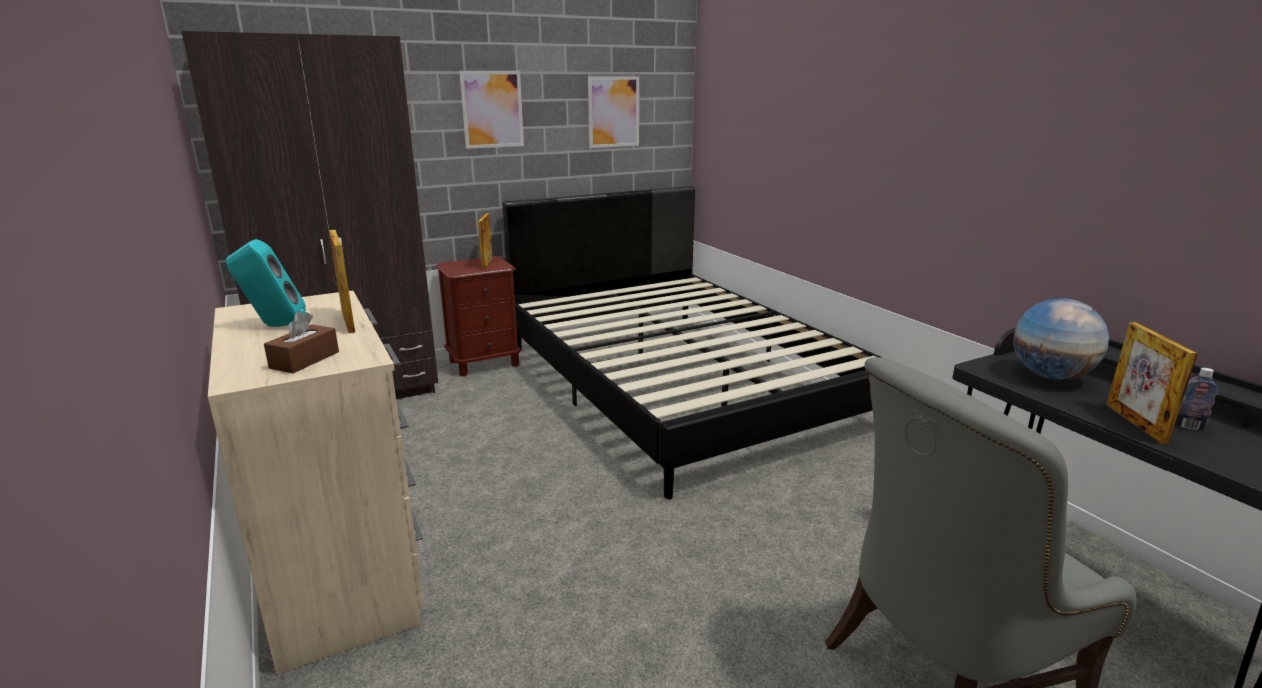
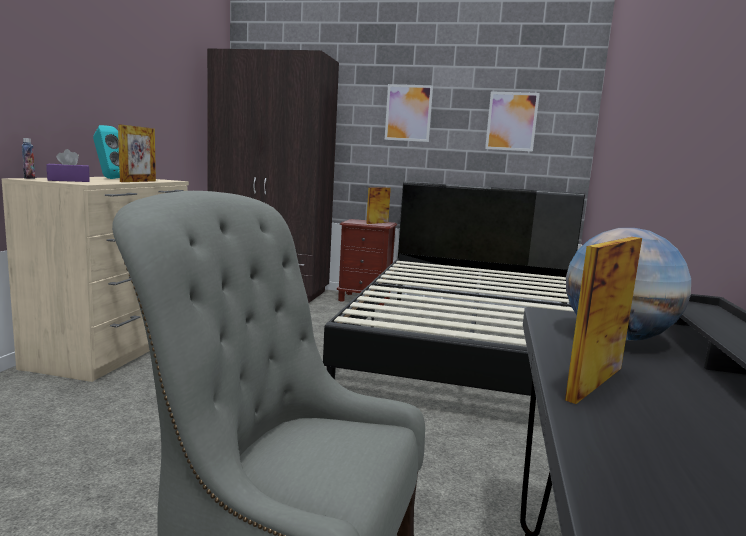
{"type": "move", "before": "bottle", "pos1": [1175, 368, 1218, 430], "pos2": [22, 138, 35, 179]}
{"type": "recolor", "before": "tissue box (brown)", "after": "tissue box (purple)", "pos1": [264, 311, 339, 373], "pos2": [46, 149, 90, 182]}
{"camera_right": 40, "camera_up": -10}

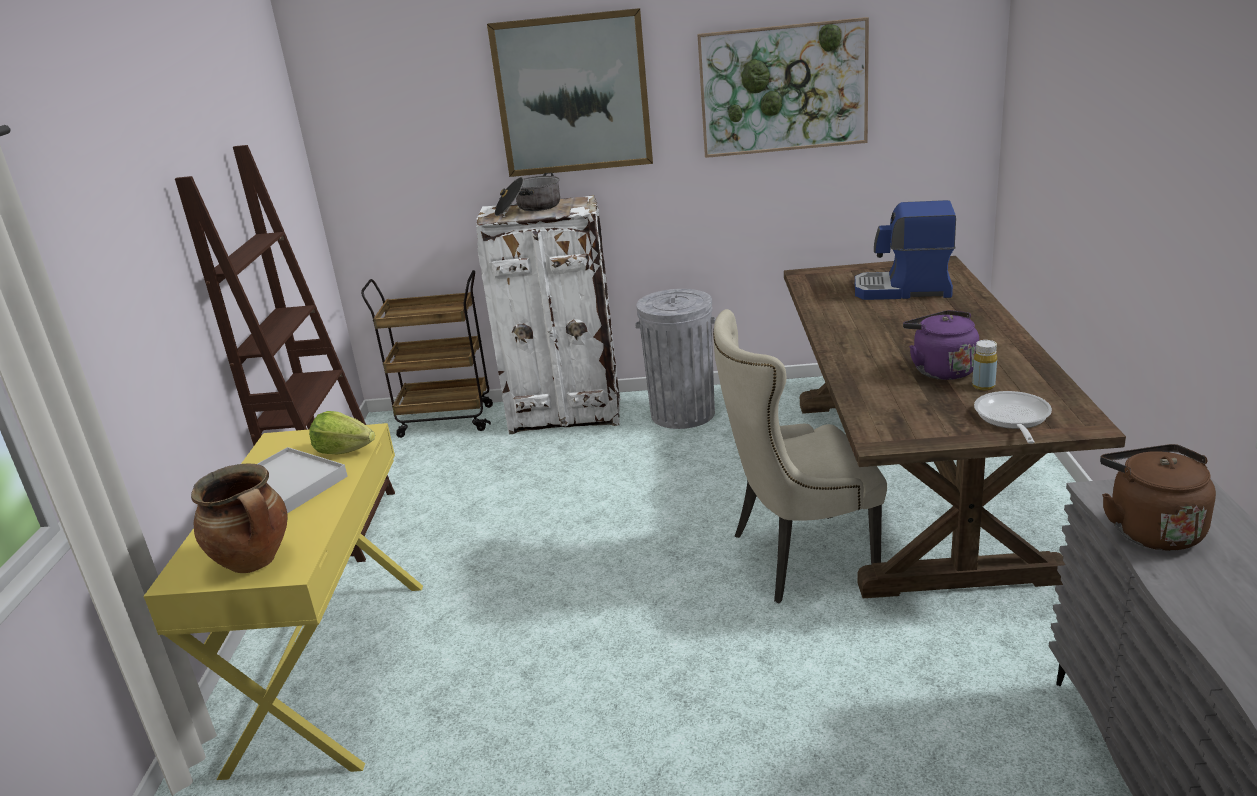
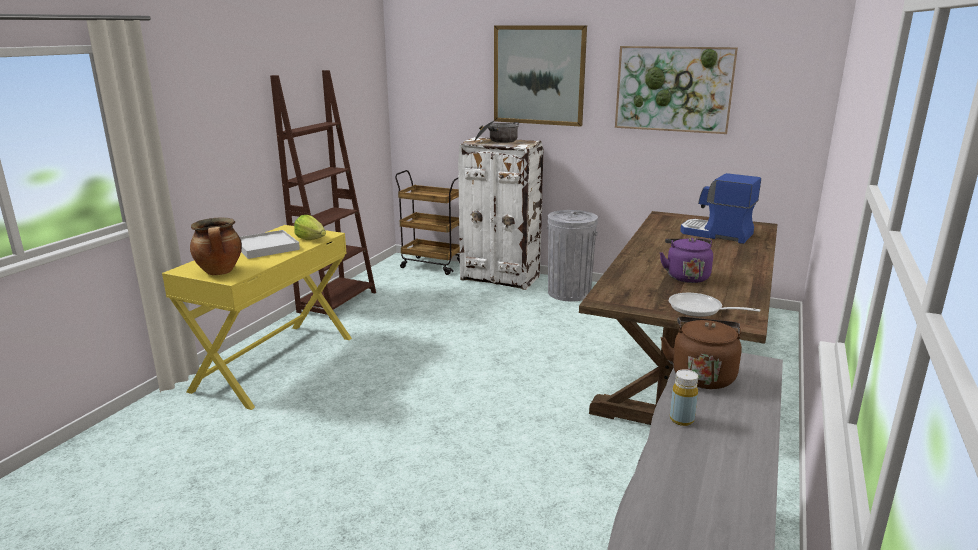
{"type": "rotate", "before": "frying pan", "pos1": [974, 391, 1052, 444], "pos2": [669, 293, 760, 317], "turn": -90}
{"type": "move", "before": "bottle (yellow)", "pos1": [972, 340, 997, 390], "pos2": [670, 369, 698, 426]}
{"type": "delete", "before": "chair (beige)", "pos1": [713, 309, 887, 603]}
{"camera_right": 20, "camera_up": -5}

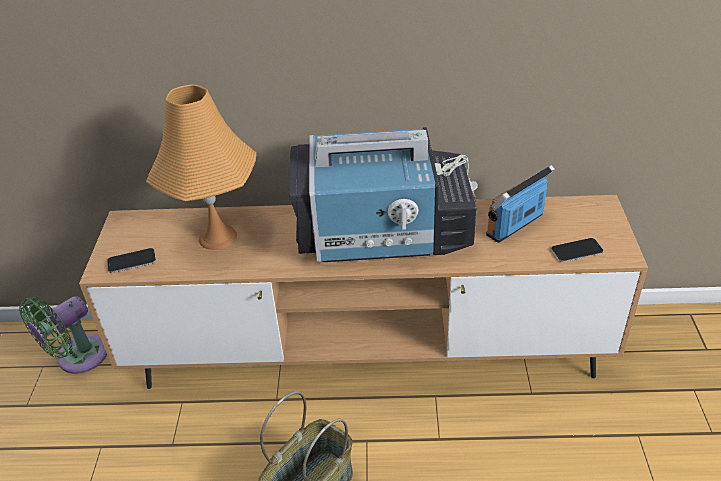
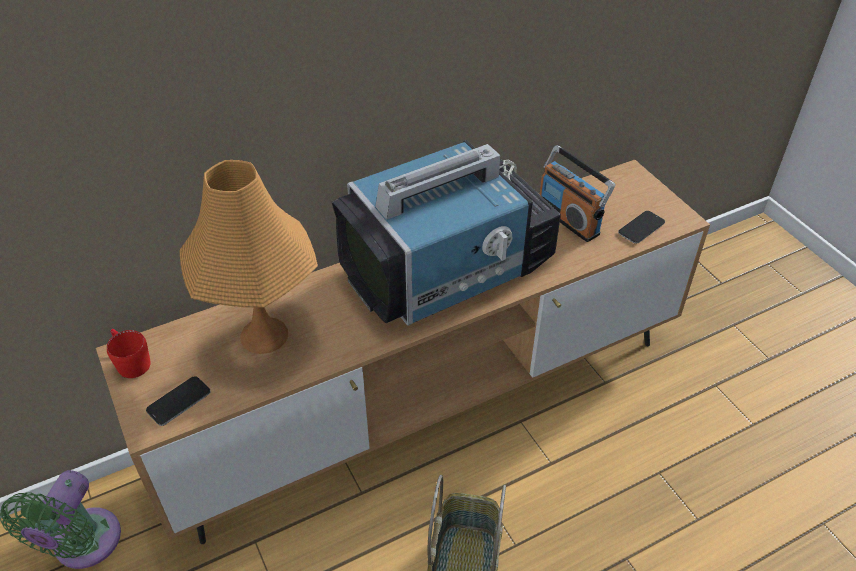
{"type": "insert", "after": "mug (red)", "pos2": [107, 329, 151, 378]}
{"type": "rotate", "before": "radio", "pos1": [486, 165, 555, 243], "pos2": [540, 146, 615, 242], "turn": -60}
{"camera_right": -30, "camera_up": 5}

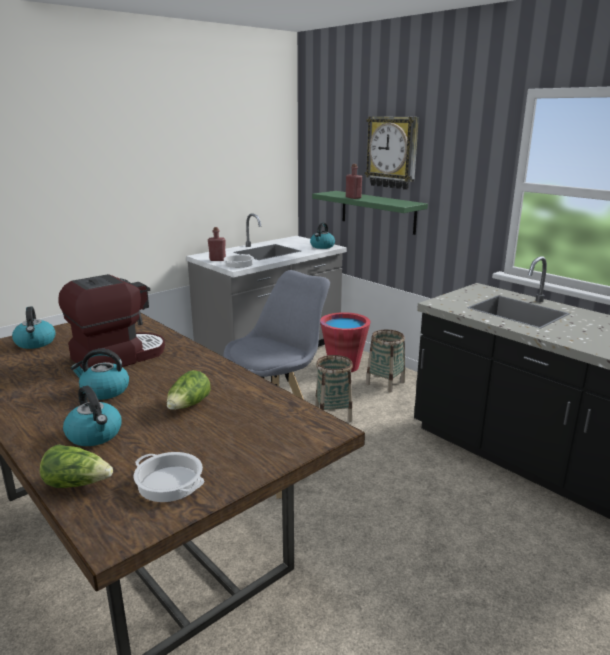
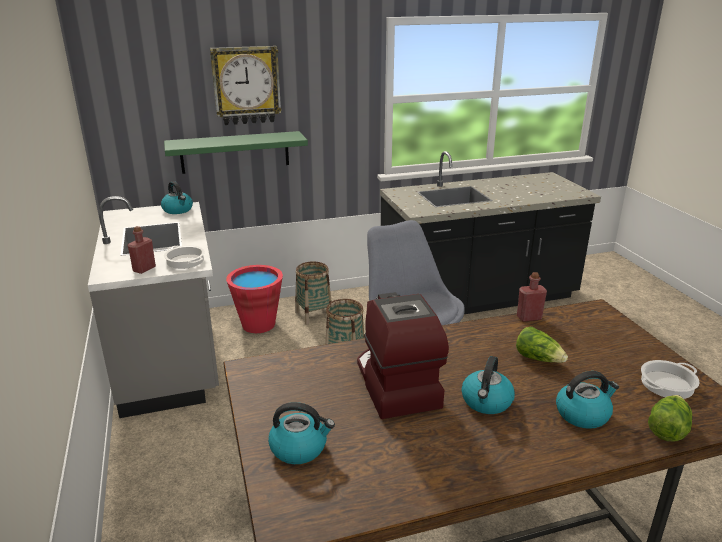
{"type": "move", "before": "bottle (red)", "pos1": [346, 164, 362, 199], "pos2": [517, 272, 547, 322]}
{"camera_right": -65, "camera_up": 5}

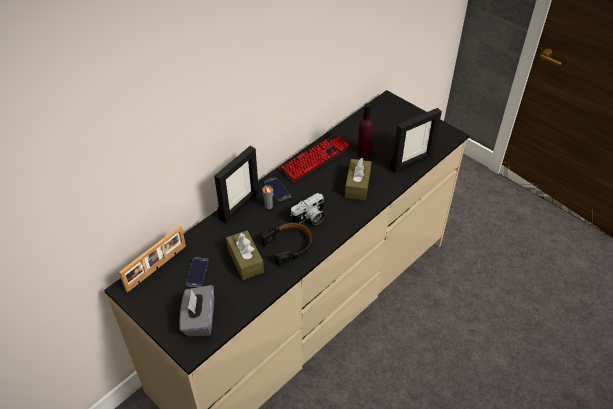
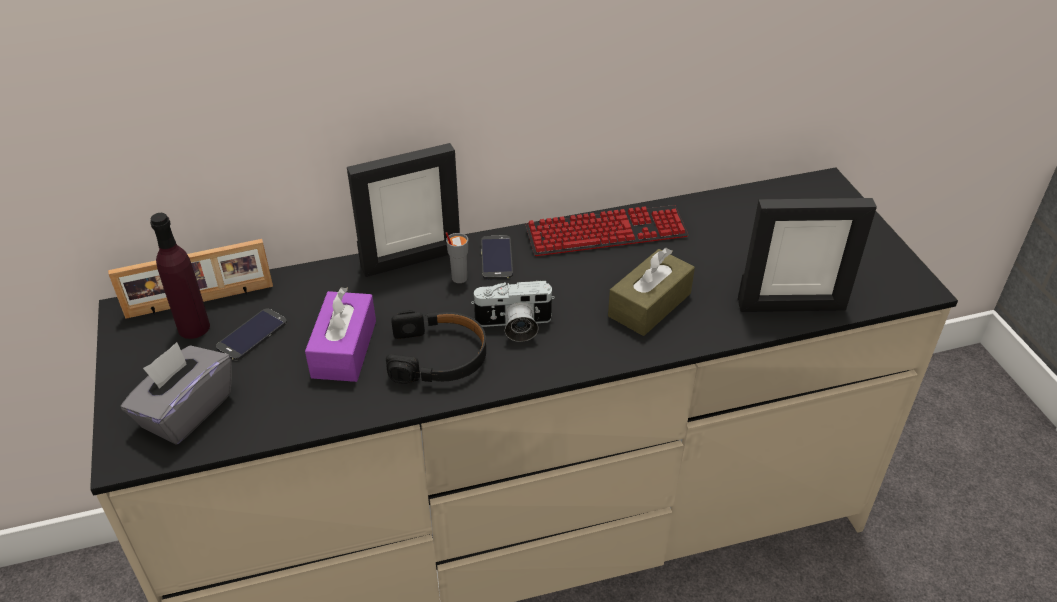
{"type": "move", "before": "bottle (purple)", "pos1": [357, 103, 373, 158], "pos2": [150, 213, 210, 339]}
{"type": "recolor", "before": "tissue box (brown)", "after": "tissue box (purple)", "pos1": [226, 231, 264, 280], "pos2": [305, 287, 376, 382]}
{"camera_right": 30, "camera_up": -5}

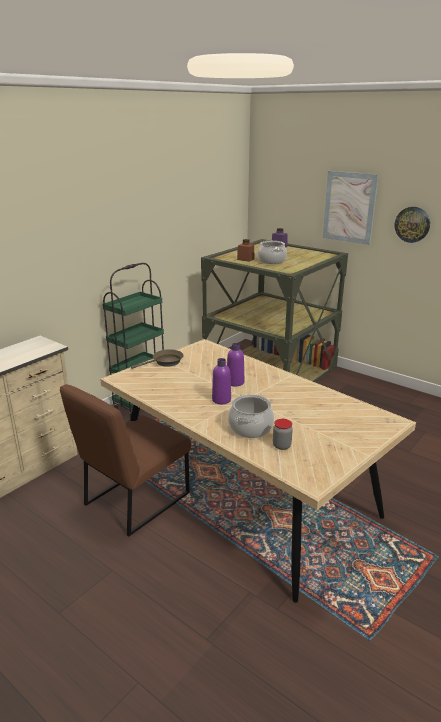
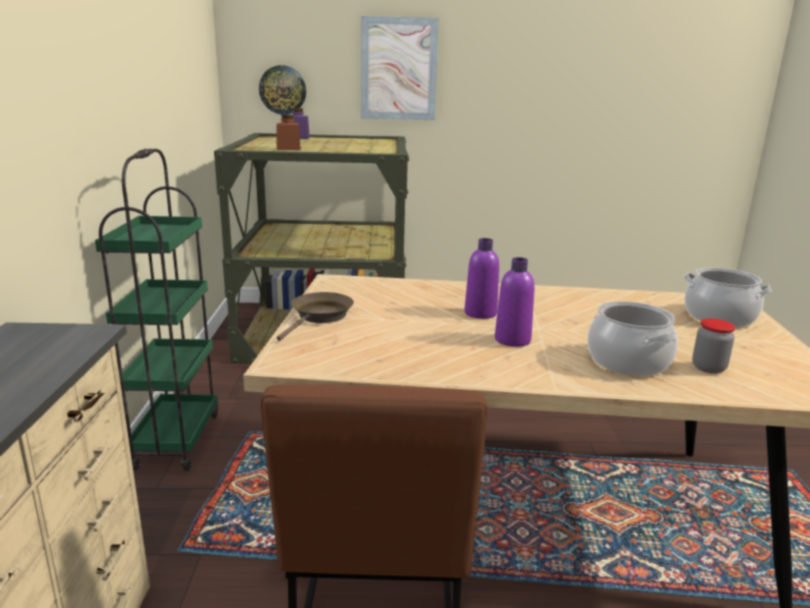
{"type": "move", "before": "wall clock", "pos1": [394, 207, 430, 243], "pos2": [259, 65, 306, 115]}
{"type": "move", "before": "cooking pot", "pos1": [257, 241, 287, 264], "pos2": [684, 267, 772, 327]}
{"camera_right": -40, "camera_up": -5}

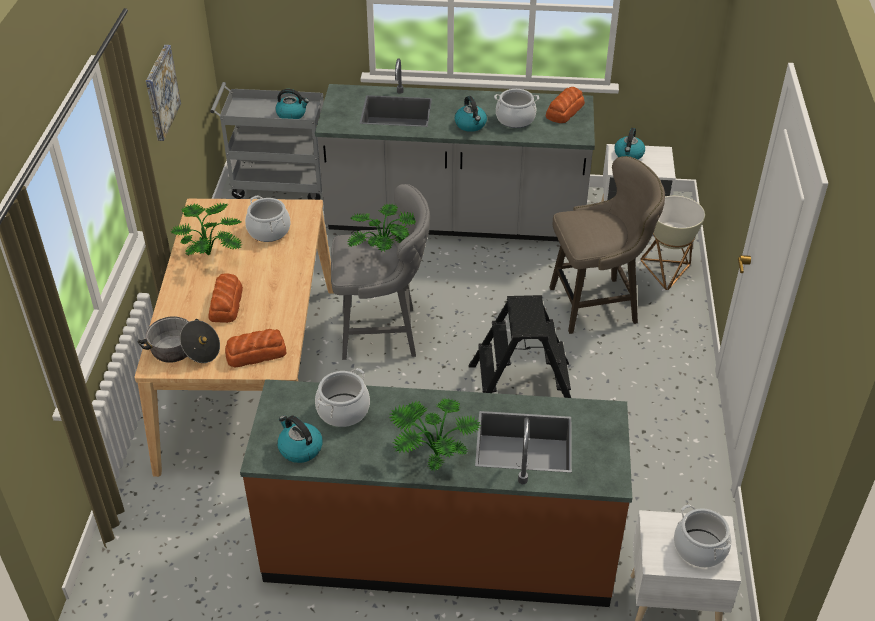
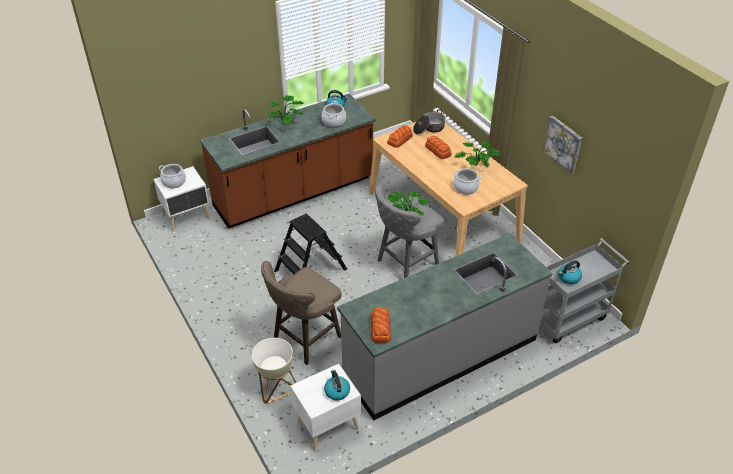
{"type": "delete", "before": "kettle", "pos1": [455, 96, 487, 132]}
{"type": "delete", "before": "cooking pot", "pos1": [494, 89, 539, 128]}
{"camera_right": 145, "camera_up": 0}

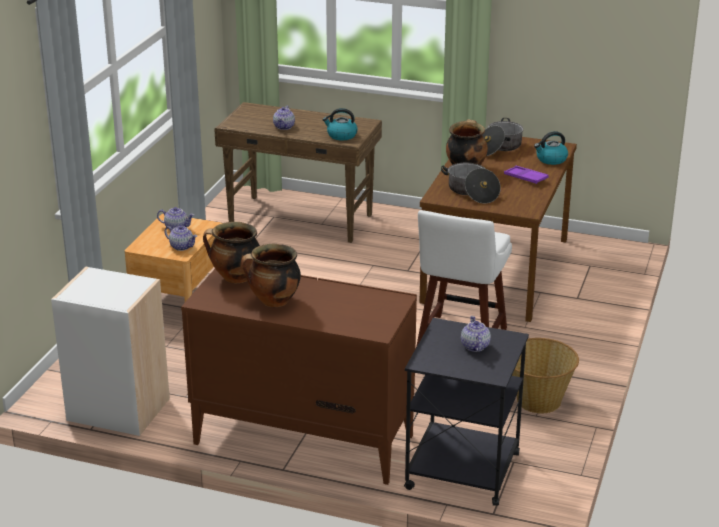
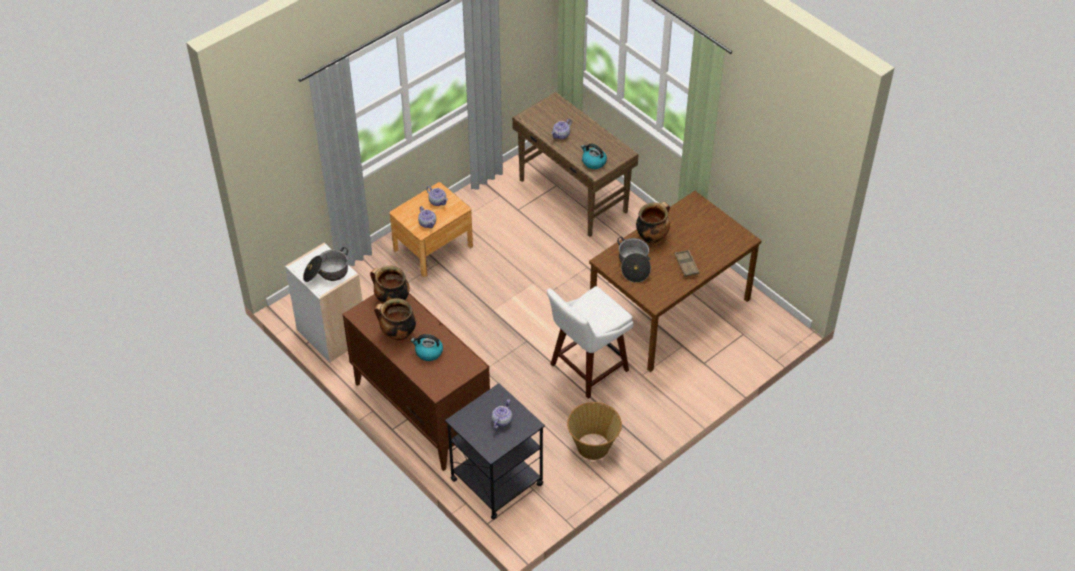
{"type": "move", "before": "cooking pot", "pos1": [482, 118, 524, 156], "pos2": [303, 247, 348, 282]}
{"type": "move", "before": "kettle", "pos1": [534, 131, 568, 165], "pos2": [411, 334, 443, 361]}
{"type": "recolor", "before": "tray (purple)", "after": "tray (brown)", "pos1": [504, 166, 548, 184], "pos2": [675, 250, 699, 277]}
{"camera_right": 30, "camera_up": 20}

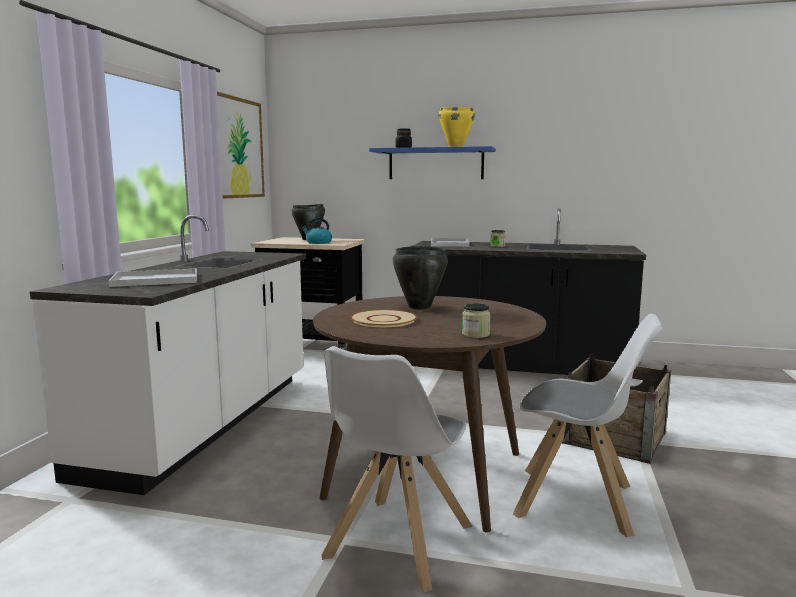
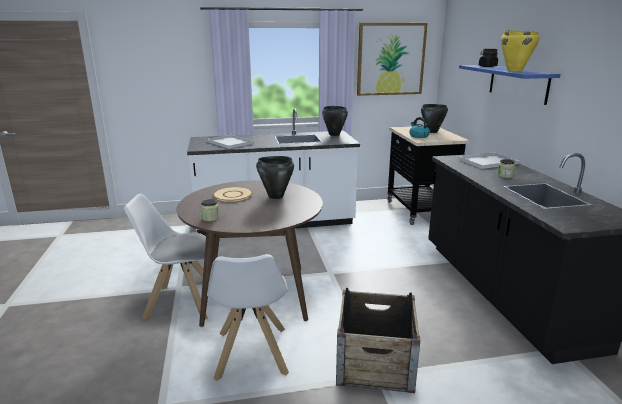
{"type": "insert", "after": "cooking pot (black)", "pos2": [322, 106, 348, 136]}
{"camera_right": 65, "camera_up": 10}

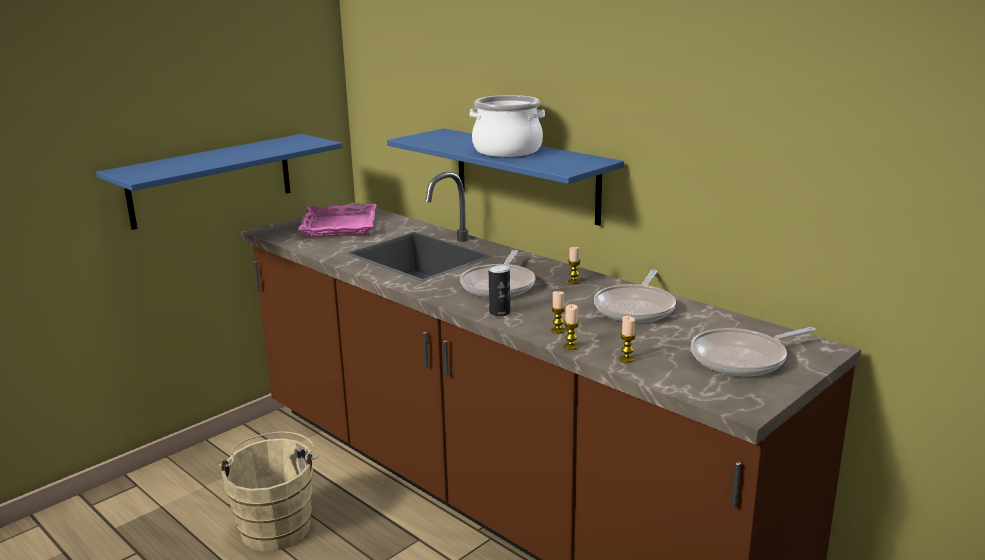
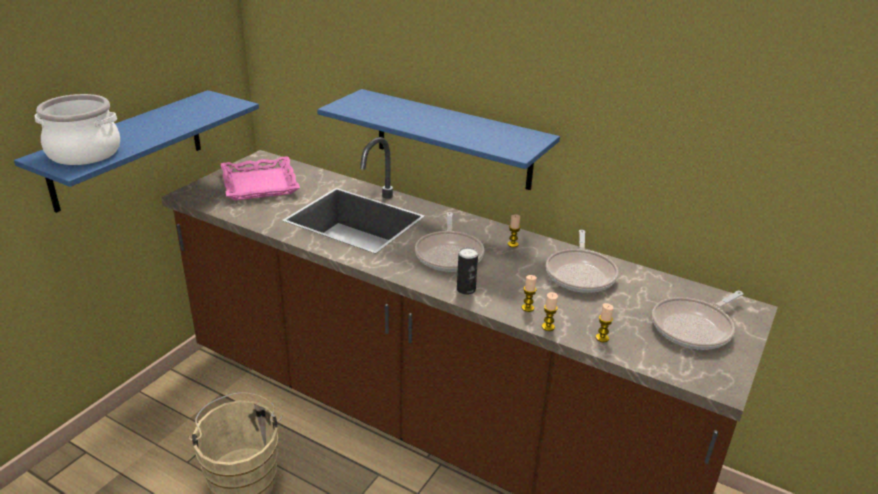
{"type": "move", "before": "cooking pot", "pos1": [470, 95, 545, 157], "pos2": [35, 94, 120, 165]}
{"camera_right": -15, "camera_up": 10}

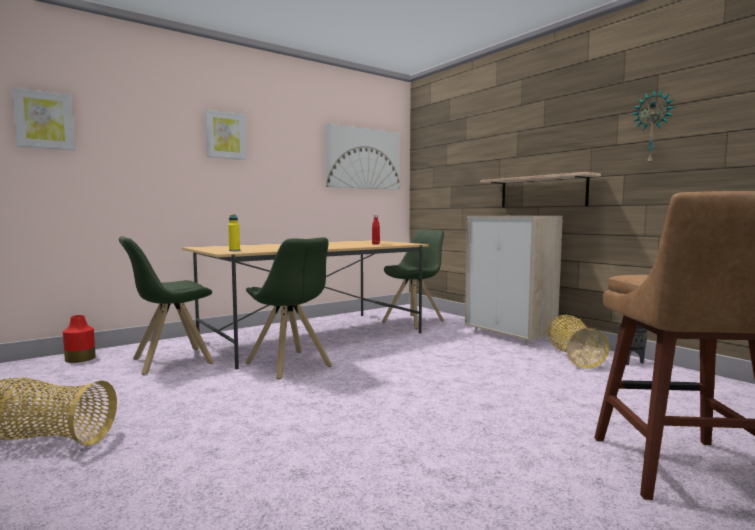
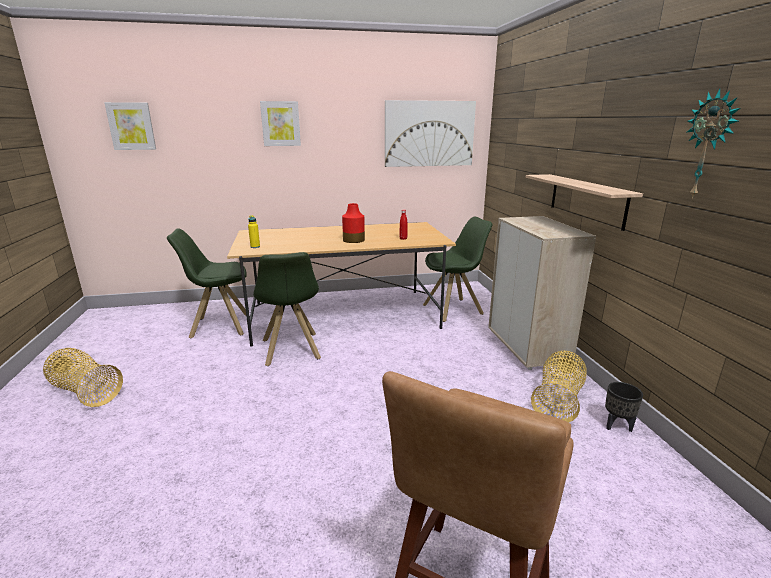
{"type": "move", "before": "vase (red)", "pos1": [63, 315, 96, 363], "pos2": [342, 203, 365, 243]}
{"camera_right": 25, "camera_up": 15}

